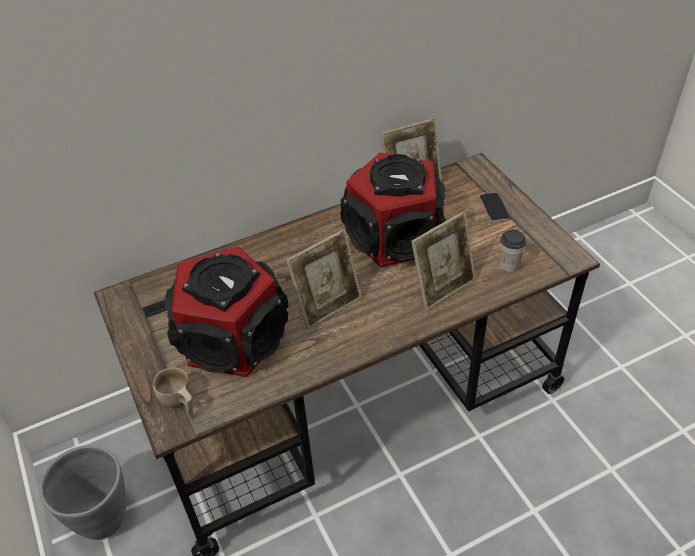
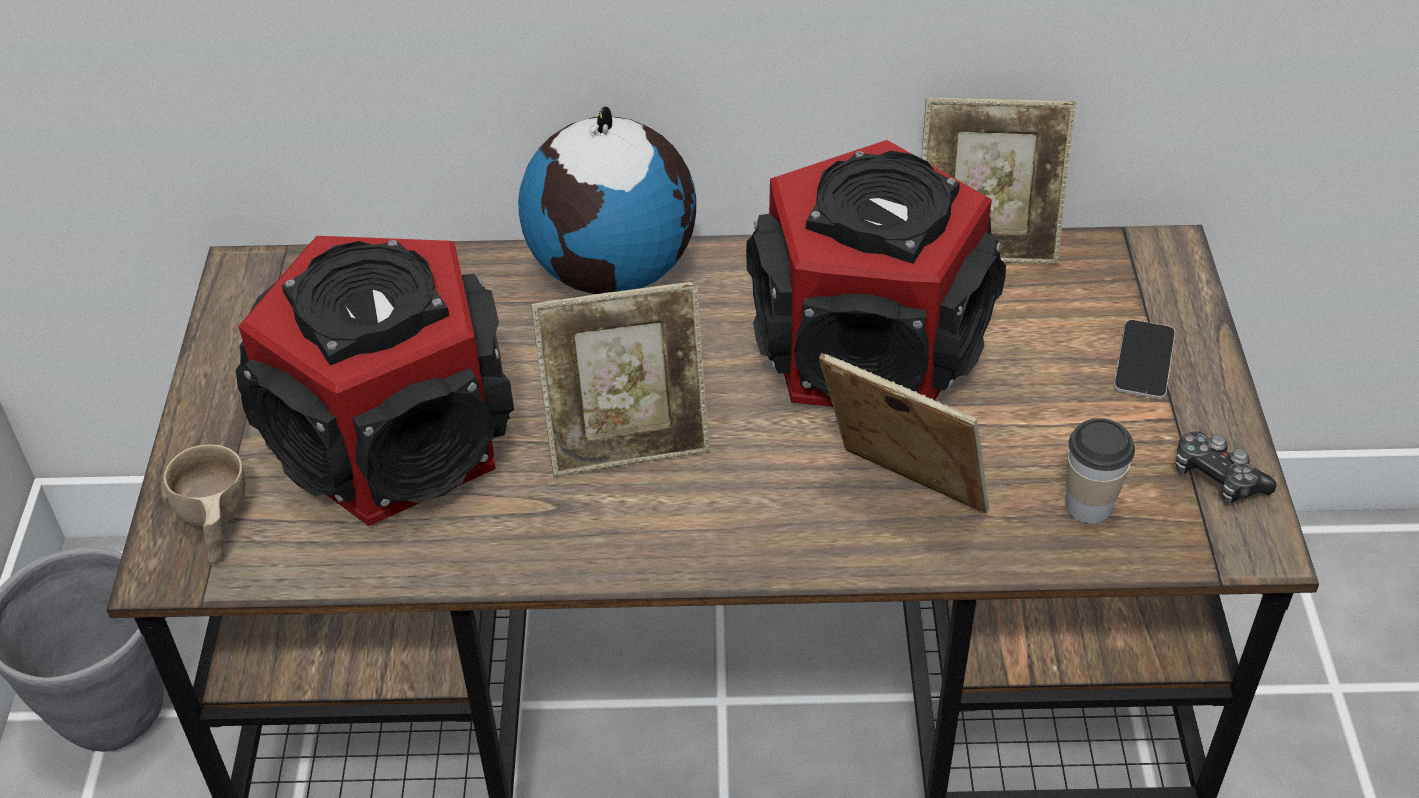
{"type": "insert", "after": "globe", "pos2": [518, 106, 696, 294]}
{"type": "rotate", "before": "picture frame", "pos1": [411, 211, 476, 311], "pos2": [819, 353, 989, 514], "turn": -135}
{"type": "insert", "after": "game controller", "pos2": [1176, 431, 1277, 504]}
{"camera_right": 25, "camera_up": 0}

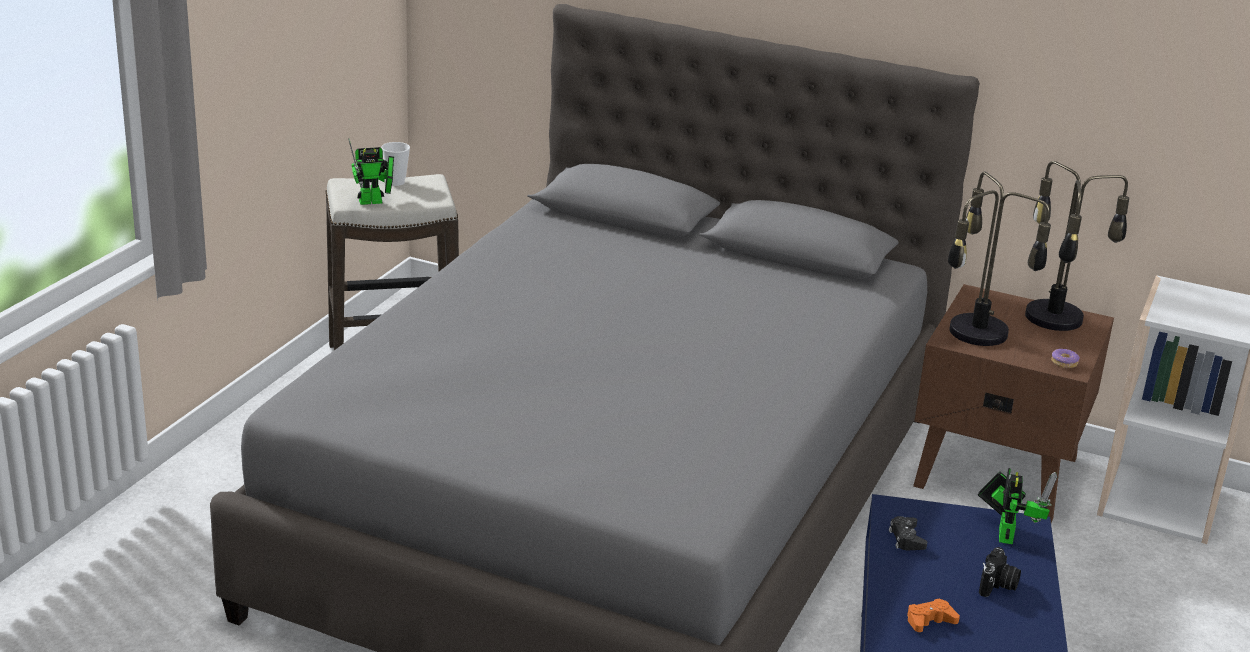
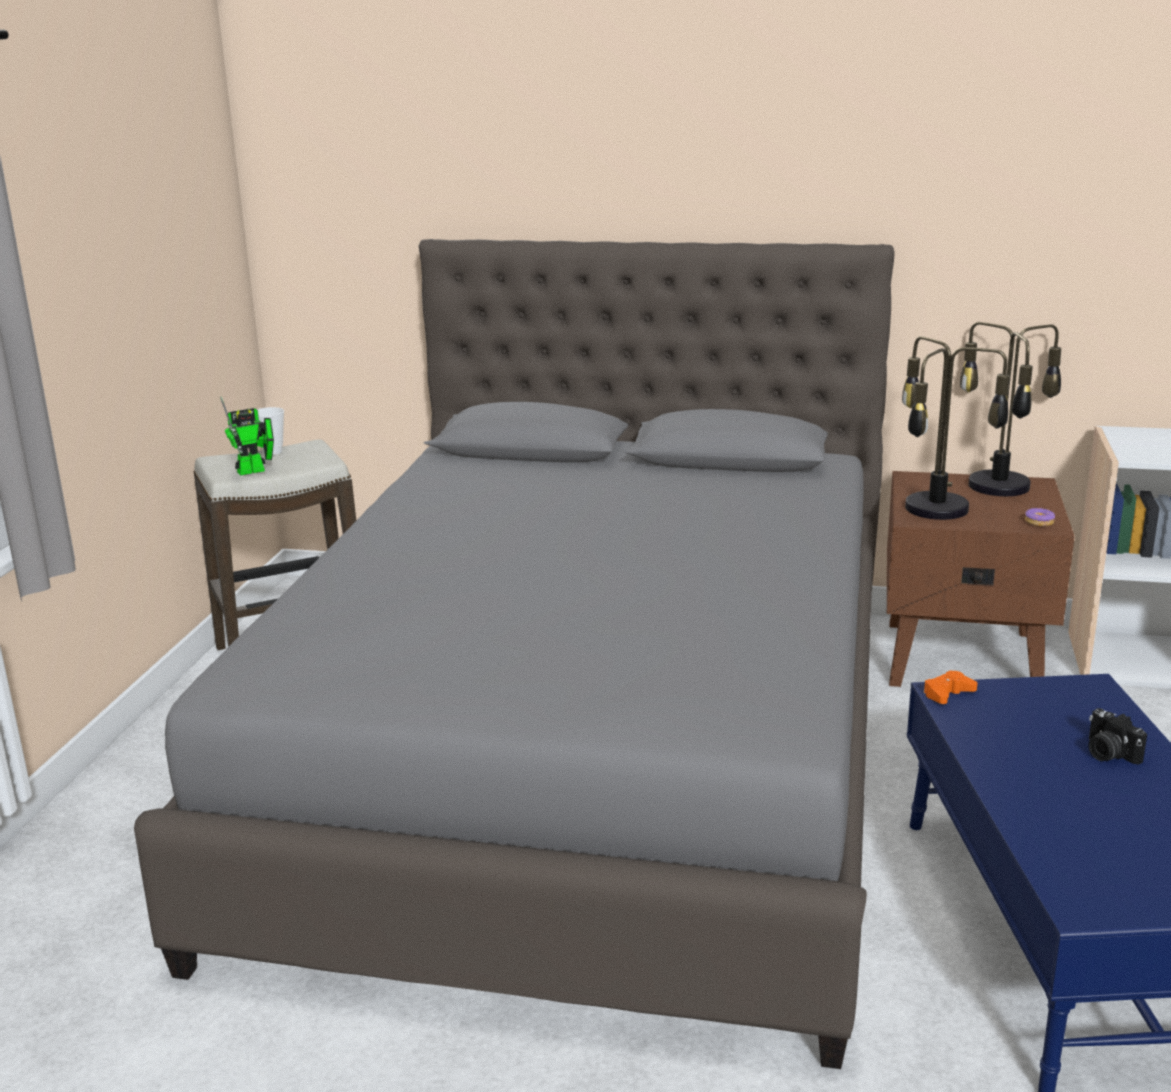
{"type": "move", "before": "game controller (orange)", "pos1": [907, 598, 960, 632], "pos2": [923, 670, 977, 704]}
{"type": "rotate", "before": "photo camera", "pos1": [979, 547, 1021, 597], "pos2": [1088, 708, 1147, 765], "turn": 135}
{"type": "delete", "before": "game controller (black)", "pos1": [889, 516, 927, 550]}
{"type": "delete", "before": "toy robot", "pos1": [978, 468, 1058, 544]}
{"camera_right": -10, "camera_up": -5}

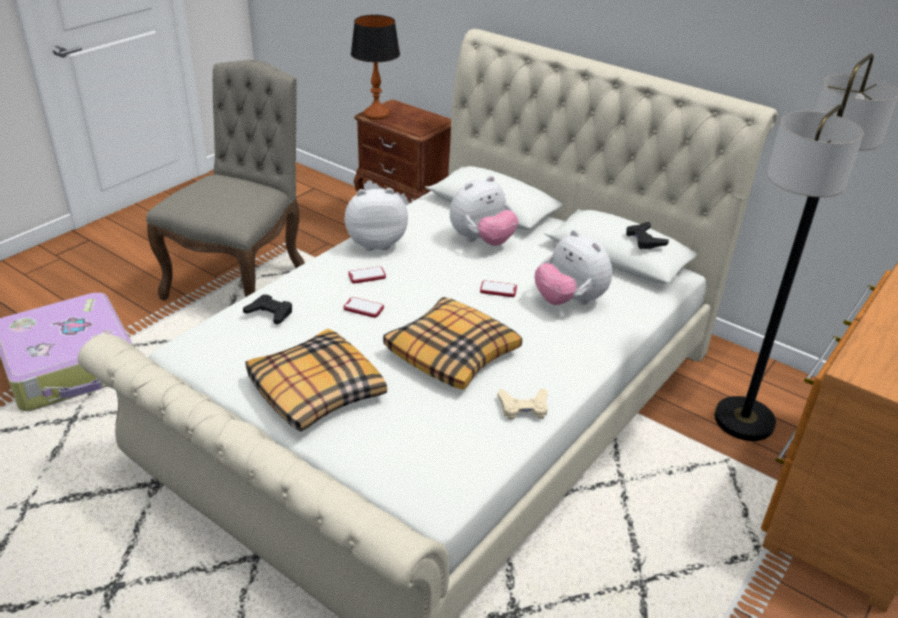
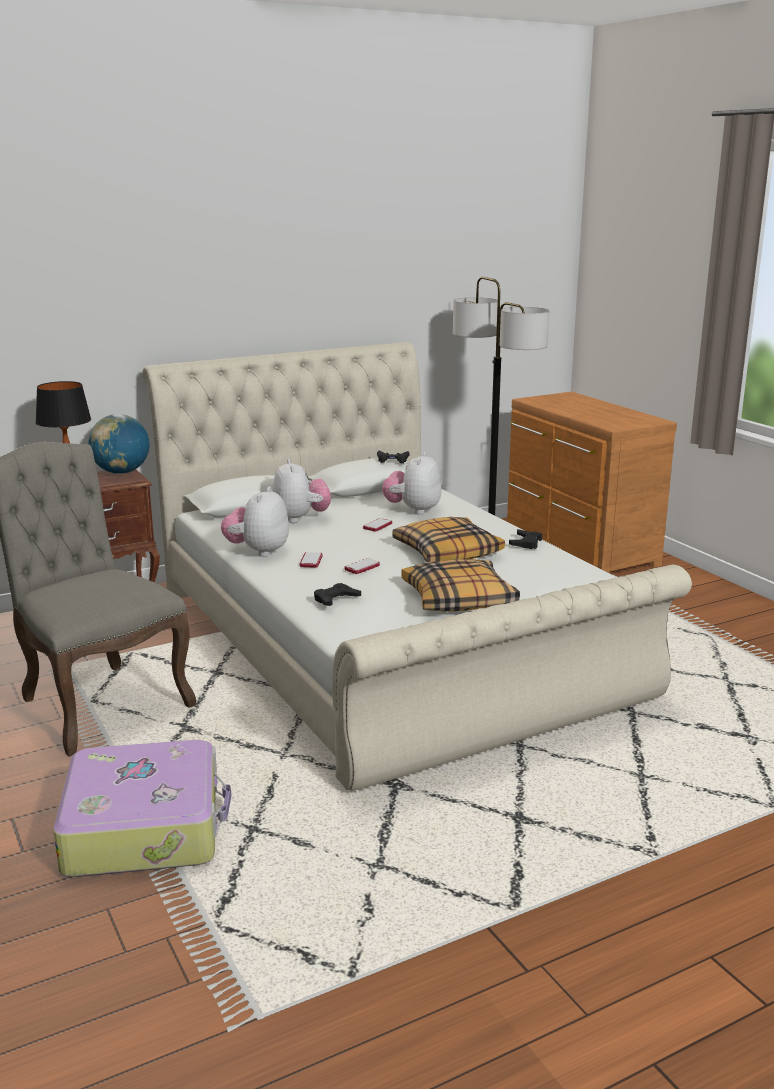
{"type": "insert", "after": "globe", "pos2": [88, 414, 150, 474]}
{"type": "rotate", "before": "plush toy", "pos1": [535, 230, 612, 305], "pos2": [382, 452, 441, 515], "turn": 120}
{"type": "recolor", "before": "game controller (beige)", "after": "game controller (black)", "pos1": [497, 388, 548, 420], "pos2": [509, 529, 543, 549]}
{"camera_right": -65, "camera_up": -15}

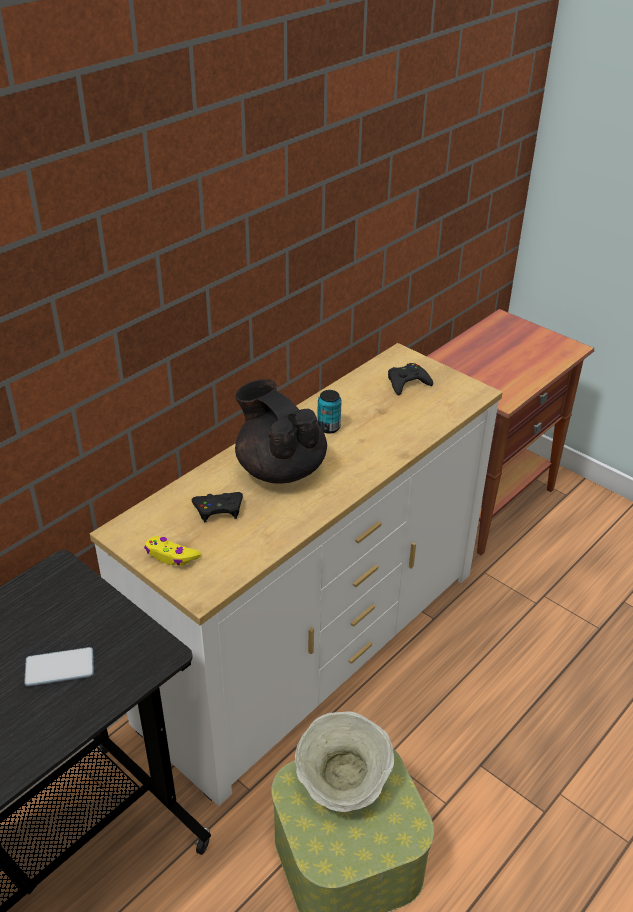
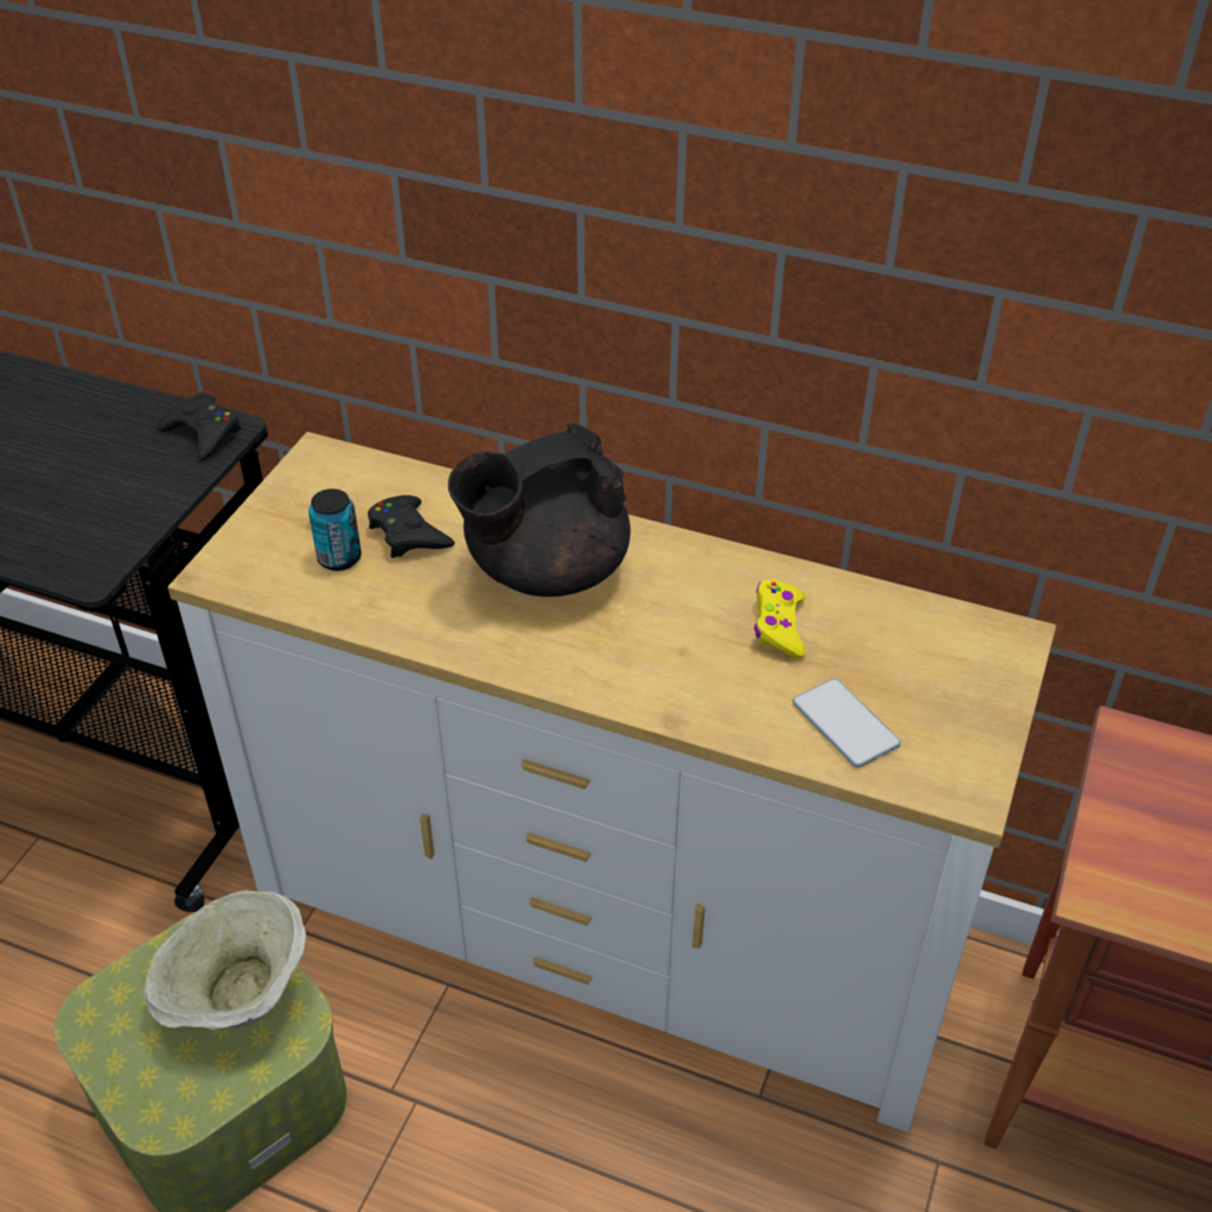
{"type": "move", "before": "game controller (black)", "pos1": [388, 363, 433, 395], "pos2": [157, 392, 241, 461]}
{"type": "move", "before": "can", "pos1": [317, 390, 342, 434], "pos2": [308, 489, 361, 571]}
{"type": "rotate", "before": "teapot (black)", "pos1": [235, 379, 327, 484], "pos2": [448, 423, 630, 597], "turn": -150}
{"type": "move", "before": "game controller (yellow)", "pos1": [144, 536, 201, 566], "pos2": [754, 580, 806, 658]}
{"type": "move", "before": "phone", "pos1": [24, 647, 94, 686], "pos2": [793, 678, 901, 768]}
{"camera_right": 70, "camera_up": 5}

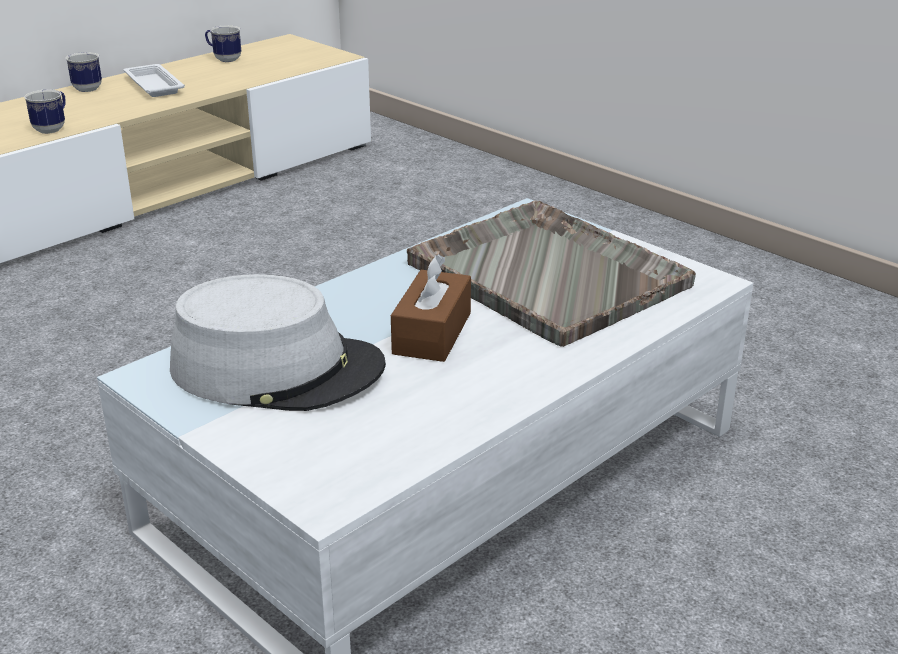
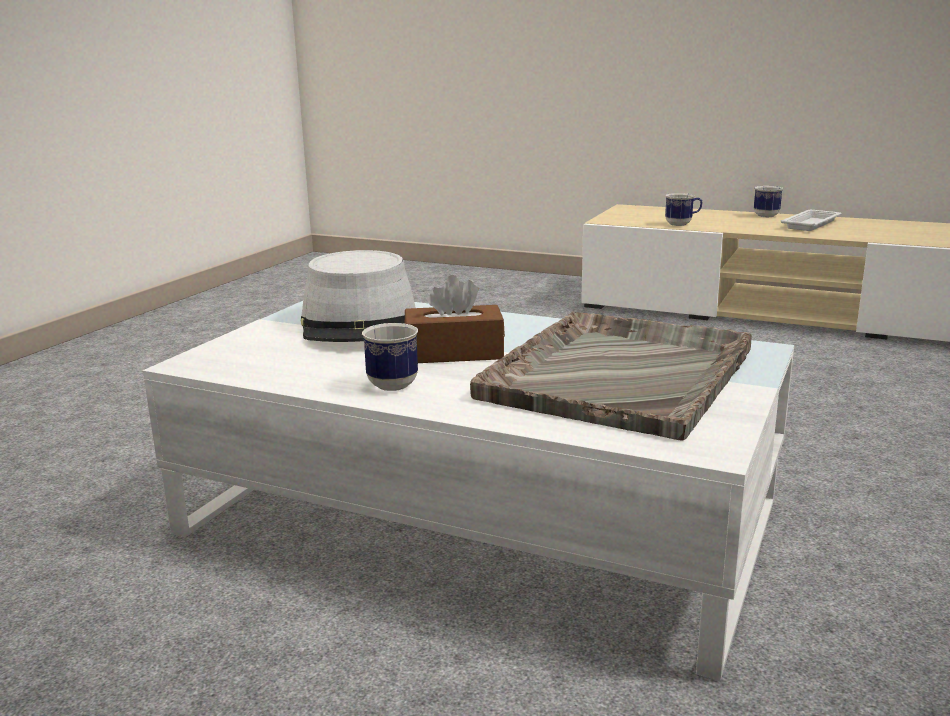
{"type": "move", "before": "mug", "pos1": [205, 25, 241, 62], "pos2": [362, 323, 418, 391]}
{"camera_right": 70, "camera_up": -10}

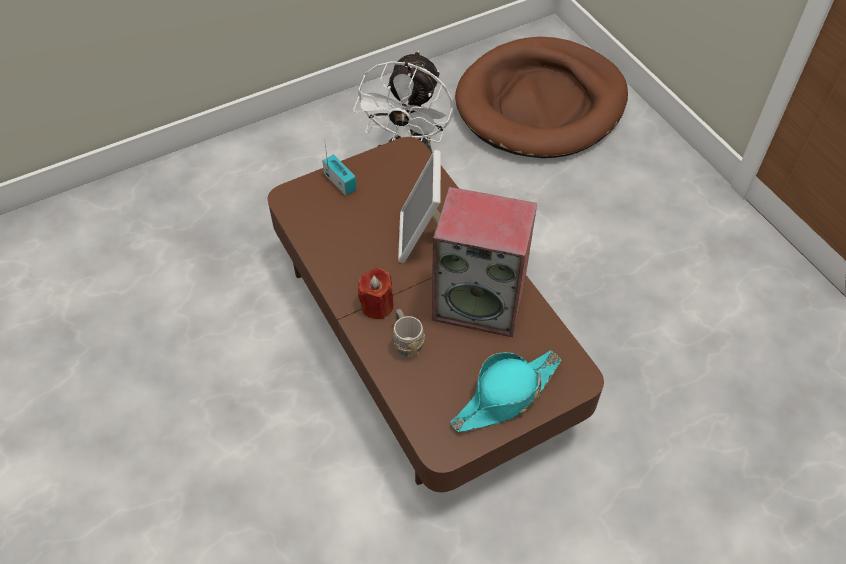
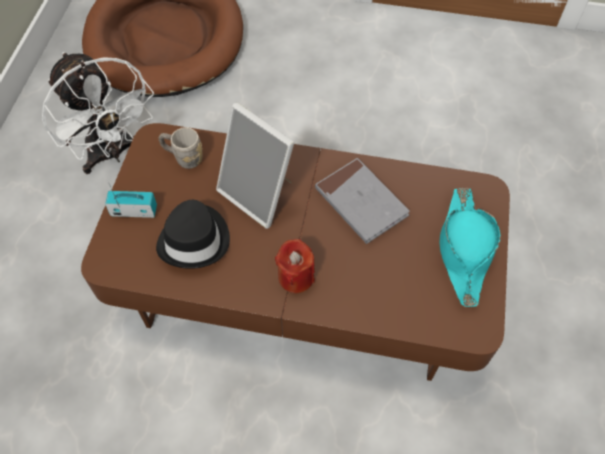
{"type": "insert", "after": "hat (black)", "pos2": [156, 200, 230, 269]}
{"type": "move", "before": "mug (grey)", "pos1": [393, 309, 425, 358], "pos2": [158, 127, 203, 169]}
{"type": "replace", "before": "speaker", "after": "book (grey)", "pos1": [432, 187, 537, 337], "pos2": [315, 158, 410, 244]}
{"camera_right": -50, "camera_up": 5}

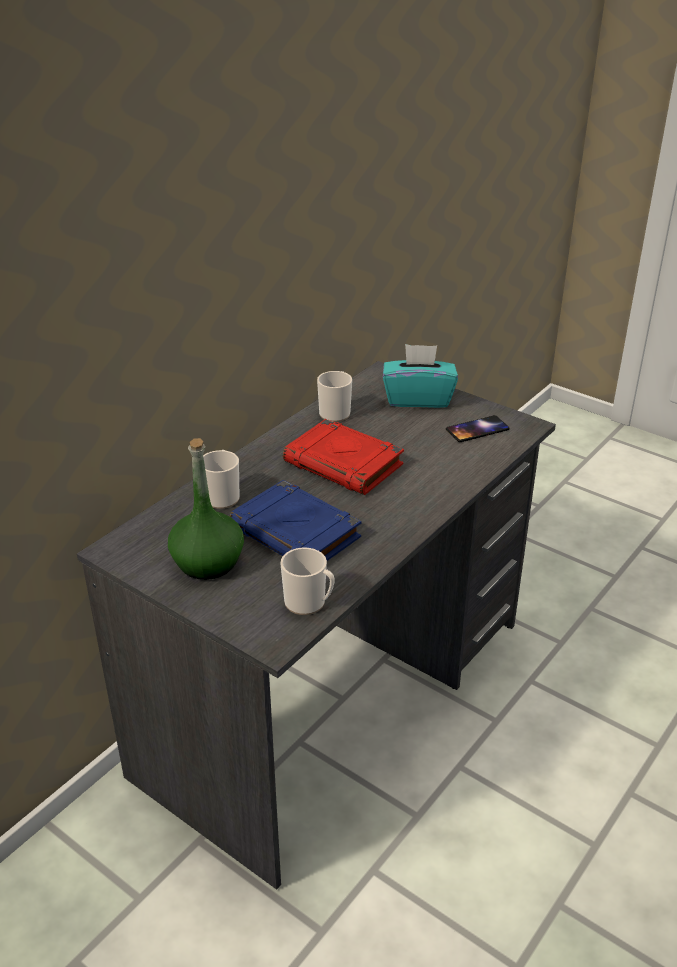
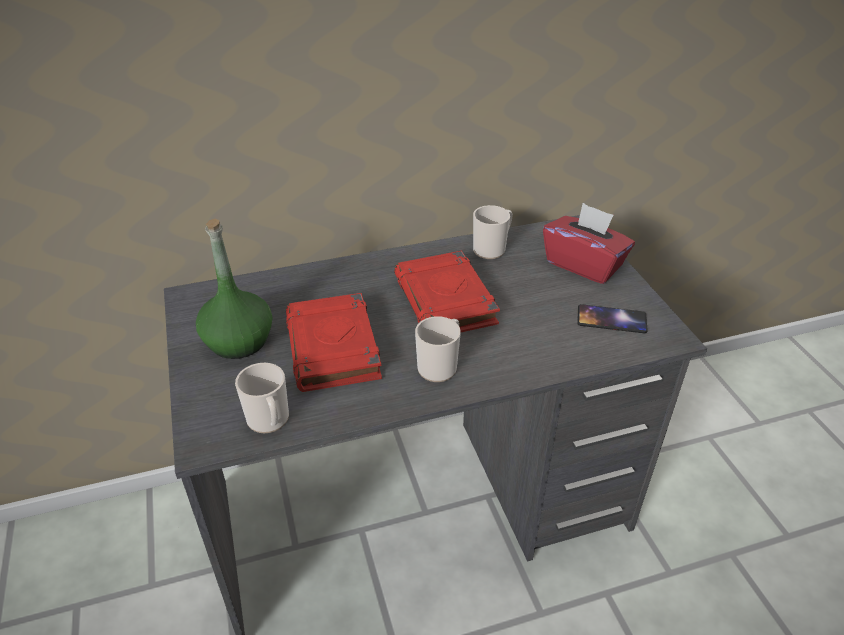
{"type": "recolor", "before": "book (blue)", "after": "book (red)", "pos1": [230, 480, 361, 561], "pos2": [286, 293, 382, 392]}
{"type": "move", "before": "mug", "pos1": [203, 450, 239, 509], "pos2": [415, 316, 460, 382]}
{"type": "recolor", "before": "tissue box (turquoise)", "after": "tissue box (red)", "pos1": [383, 344, 458, 408], "pos2": [543, 203, 635, 284]}
{"camera_right": 35, "camera_up": 5}

